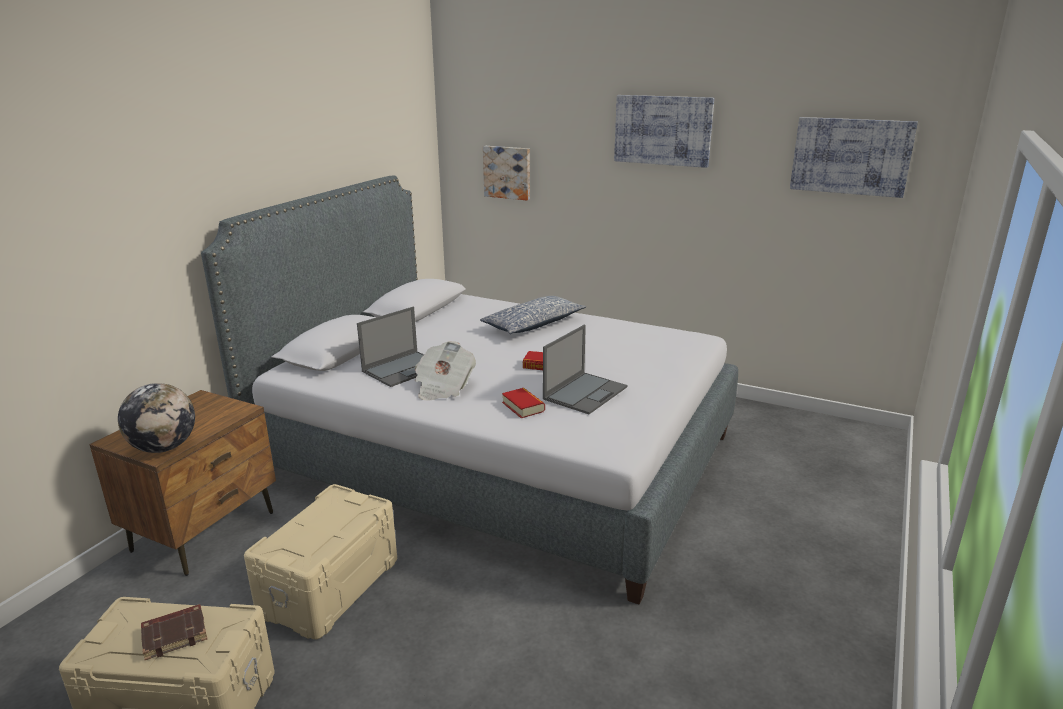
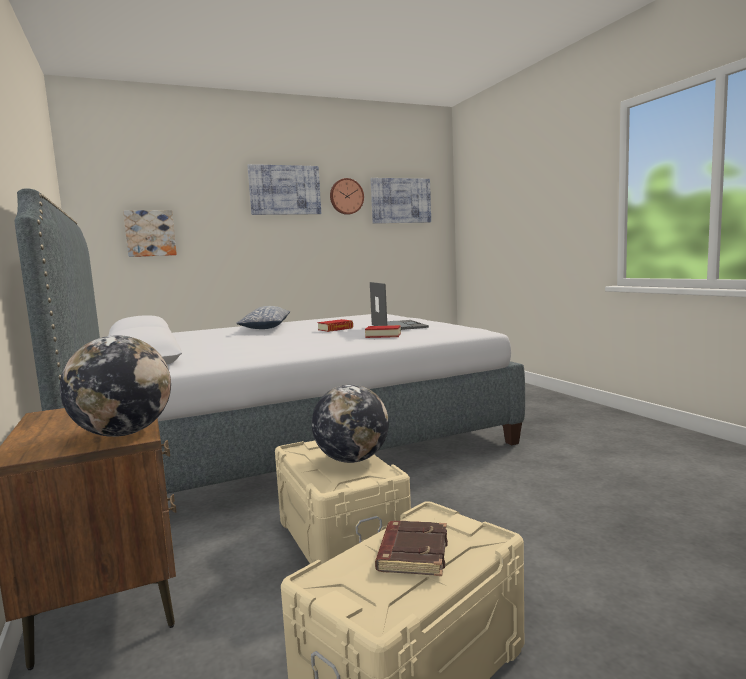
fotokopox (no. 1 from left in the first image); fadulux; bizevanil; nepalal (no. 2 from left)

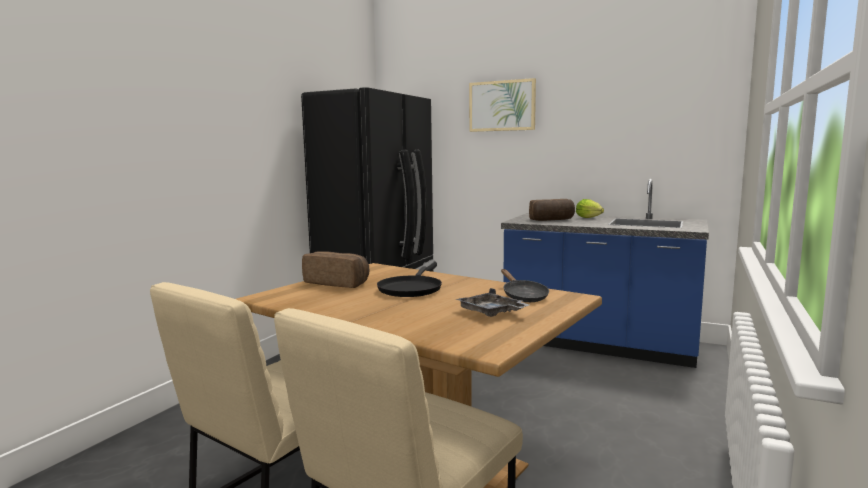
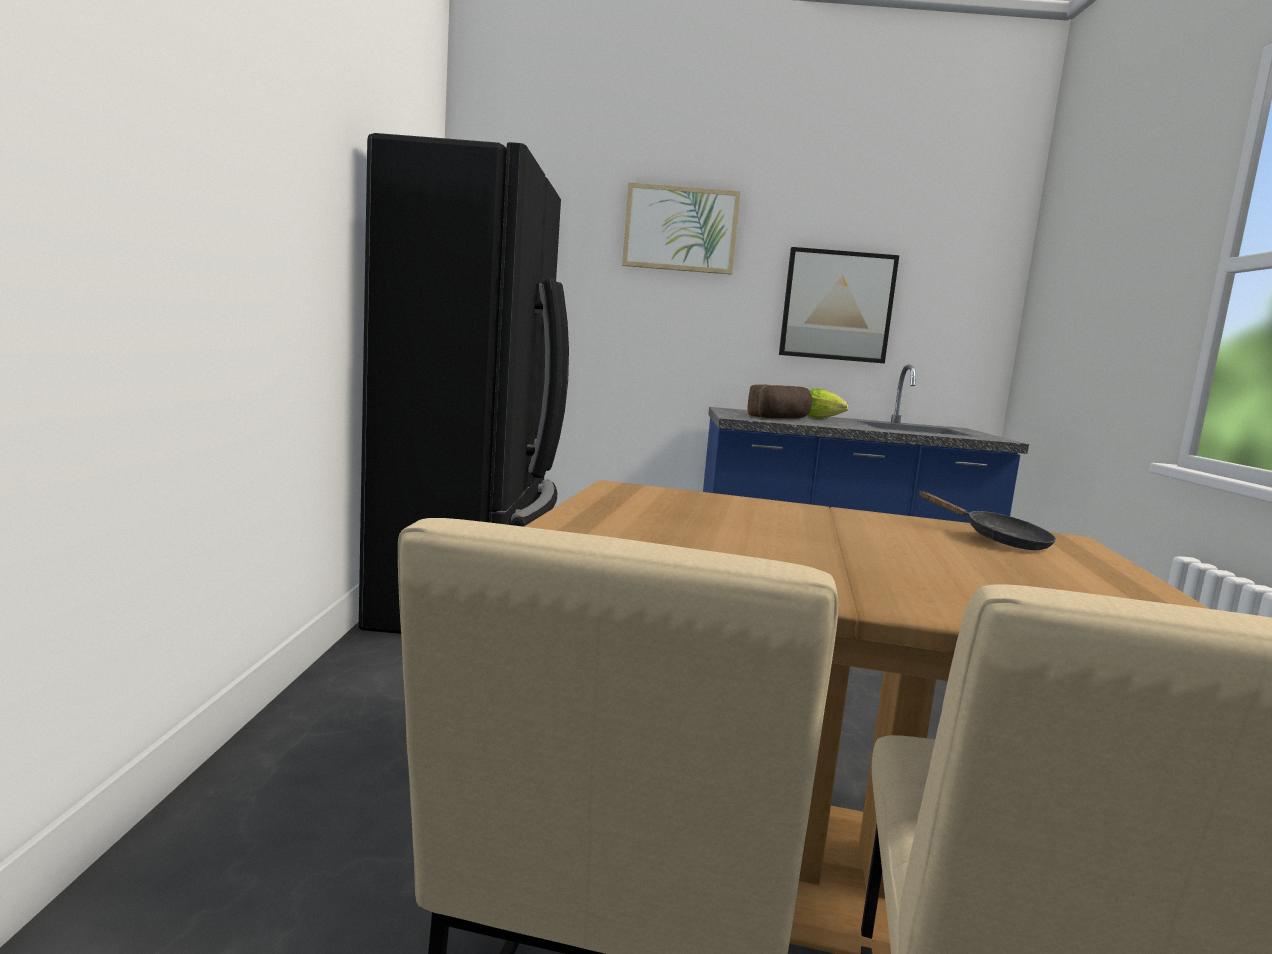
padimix (no. 1 from left in the first image); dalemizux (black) (no. 1 from left in the first image); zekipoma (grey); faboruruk (no. 2 from left)

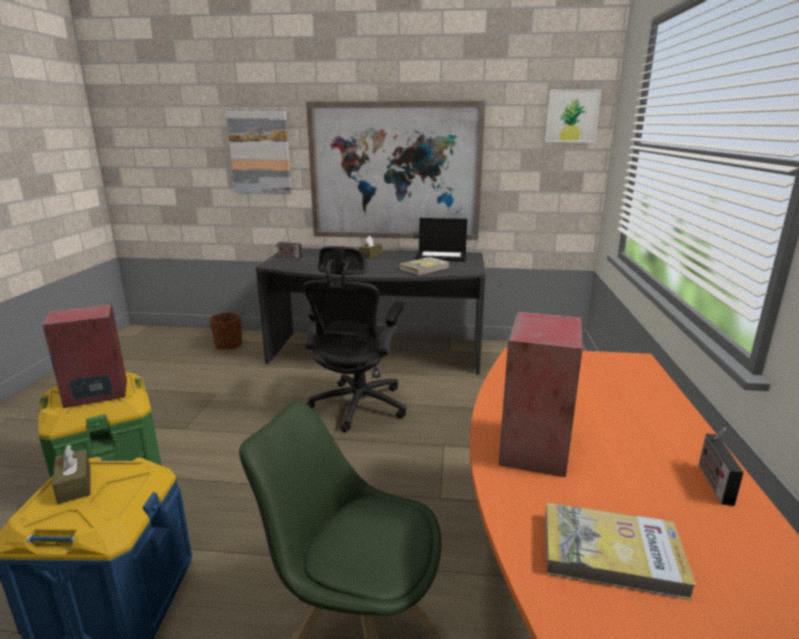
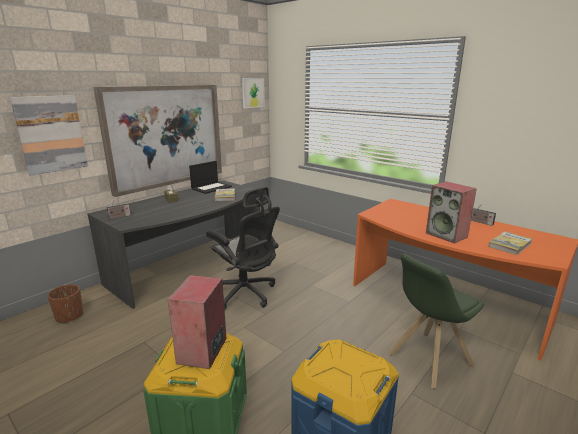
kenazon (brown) (no. 1 from left in the first image)

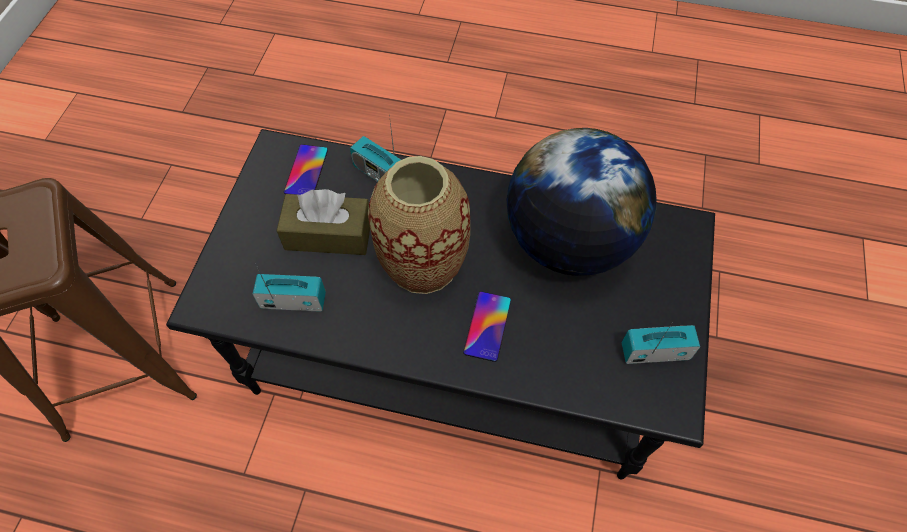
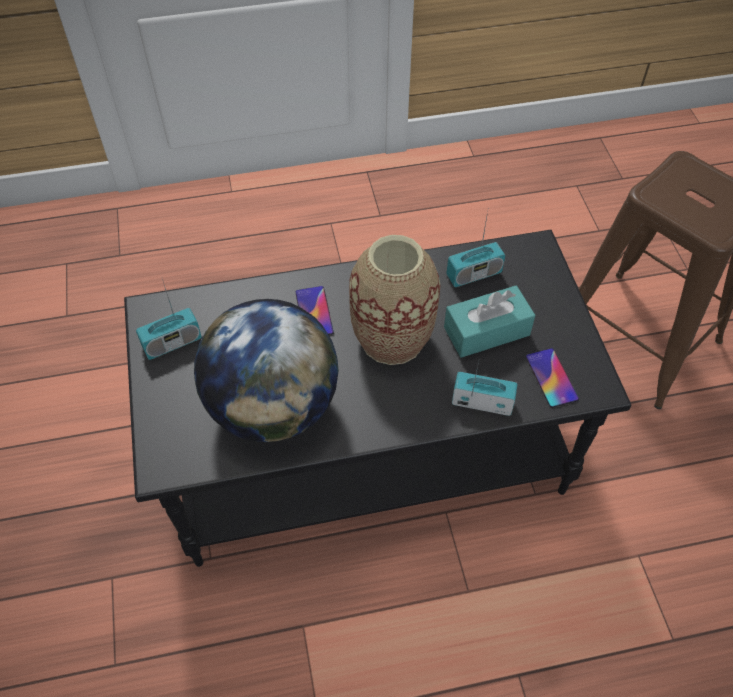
kenazon (turquoise)

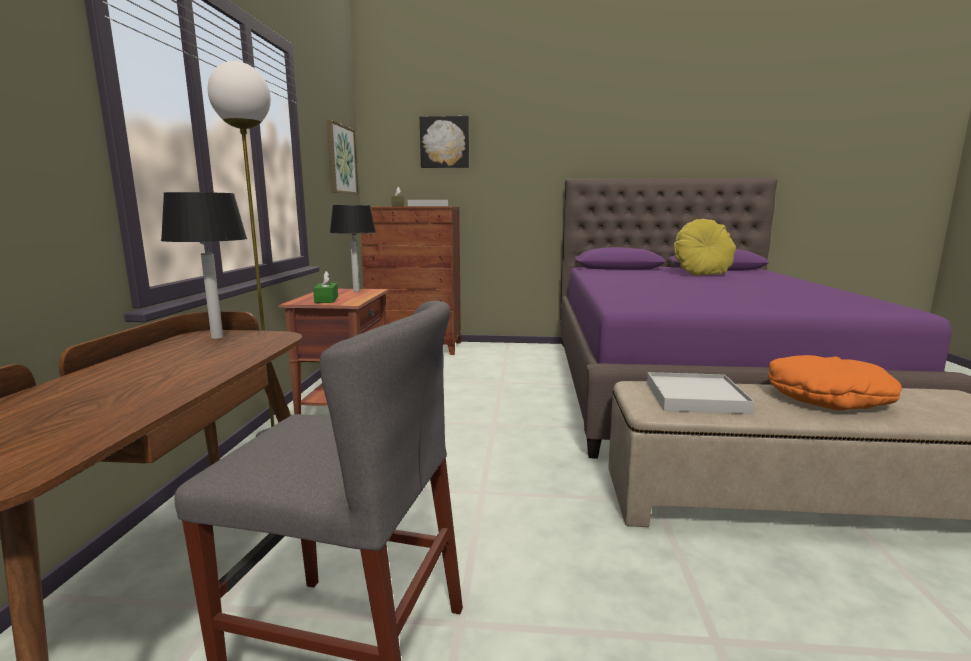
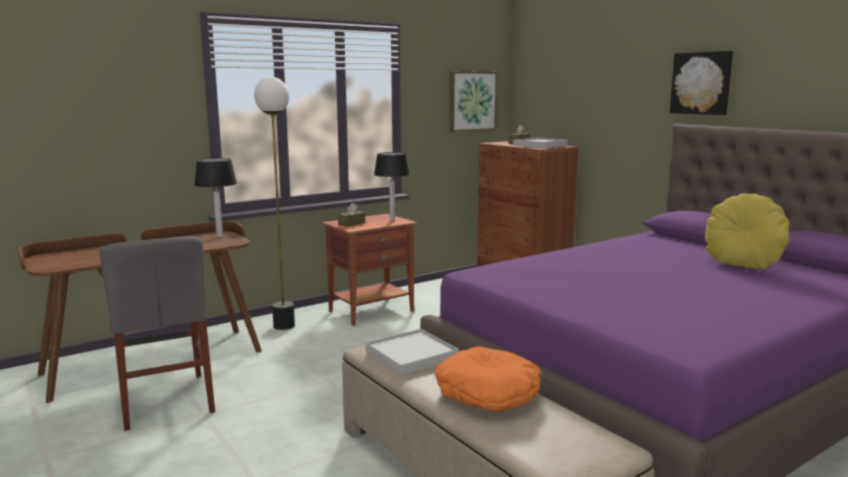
faboruruk (no. 2 from left); kenazon (brown) (no. 1 from left)

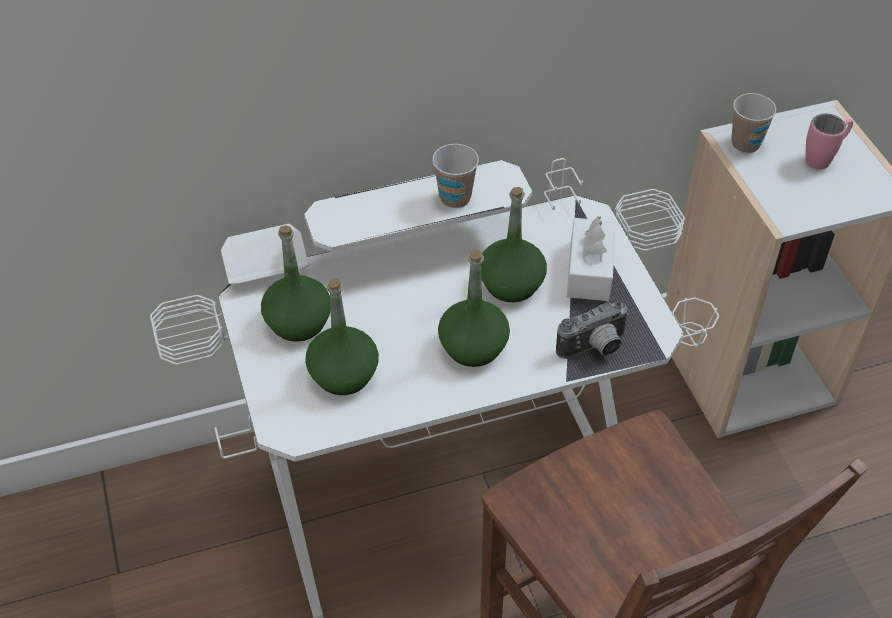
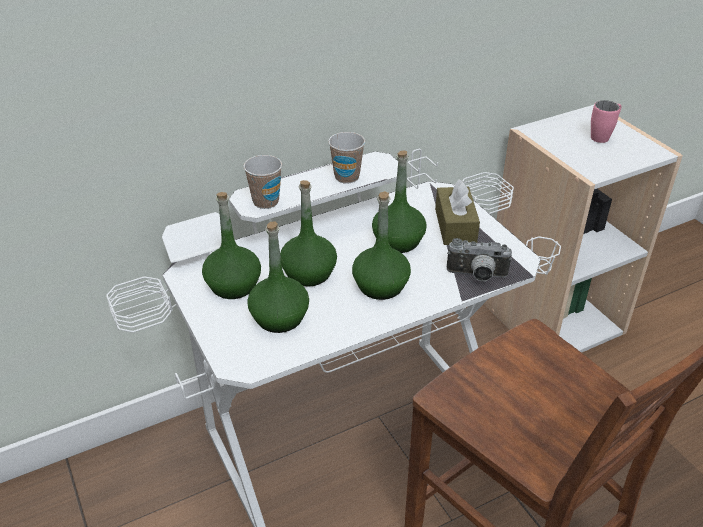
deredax (no. 1 from left); kenazon (brown); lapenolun; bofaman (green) (no. 3 from left)

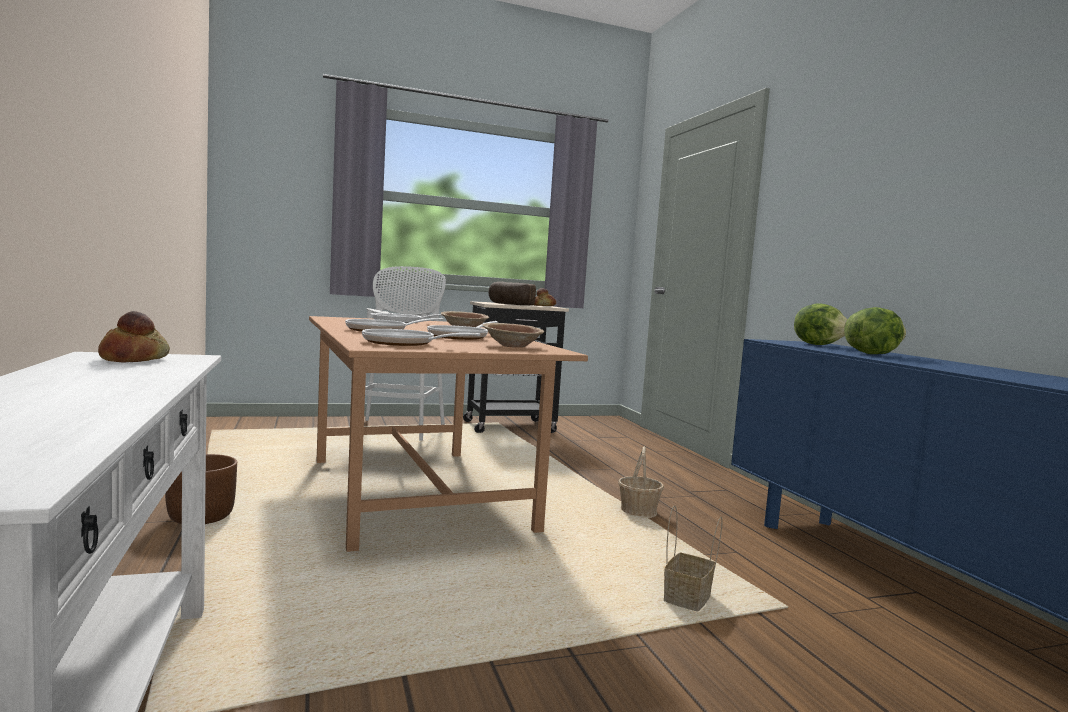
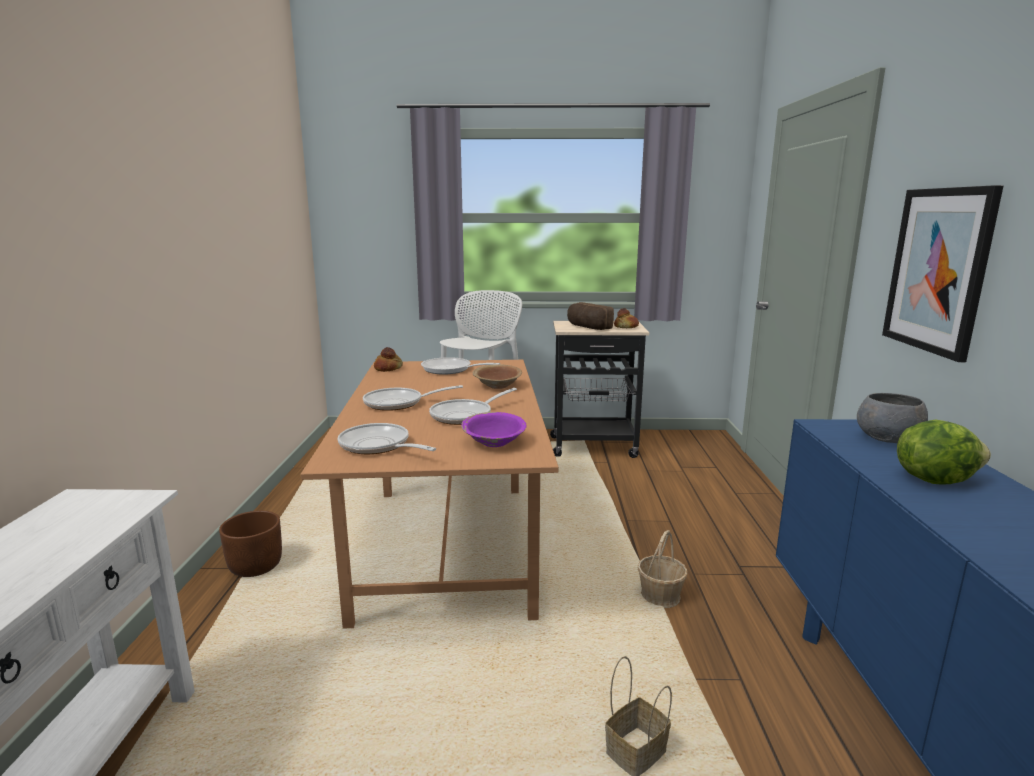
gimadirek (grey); padimix (no. 1 from left); gimadirek (purple); faboruruk

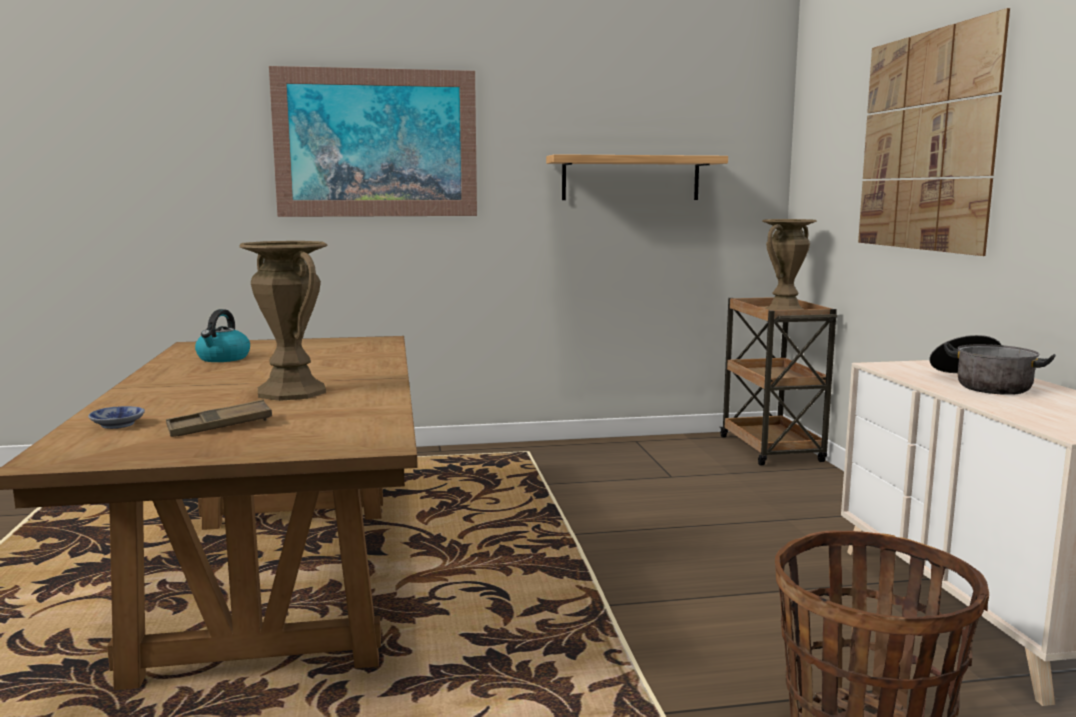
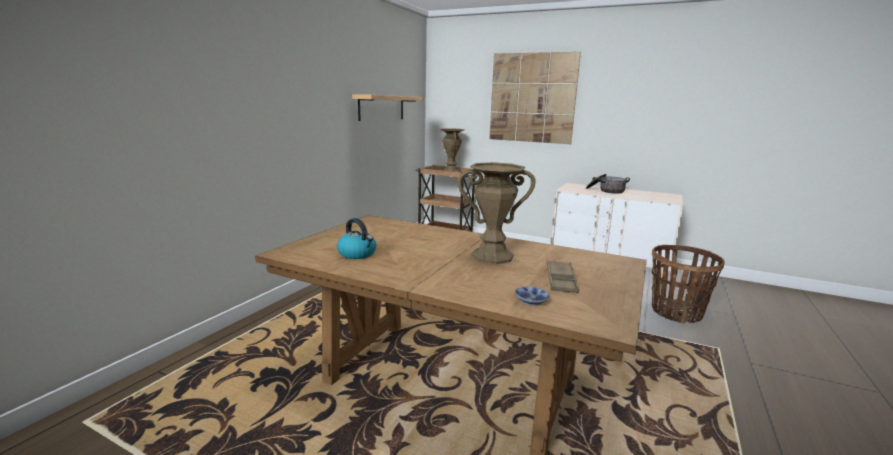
faboruruk (no. 1 from left in the first image)

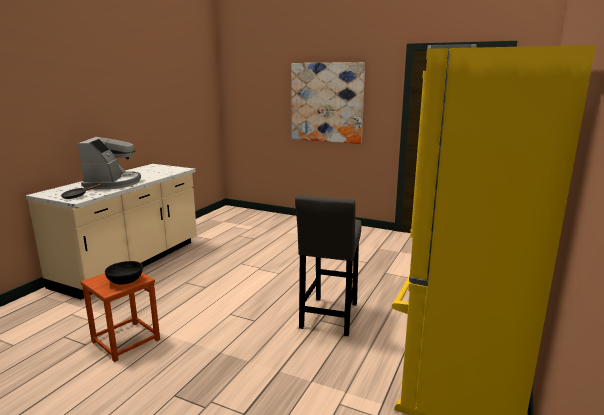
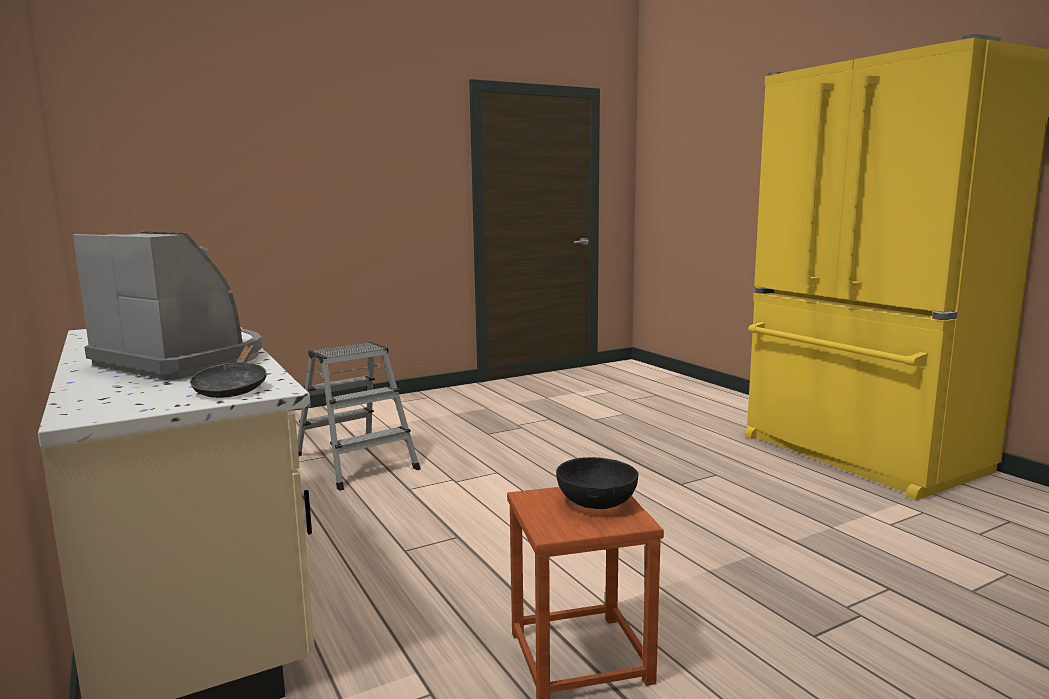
faboruruk; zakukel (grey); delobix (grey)

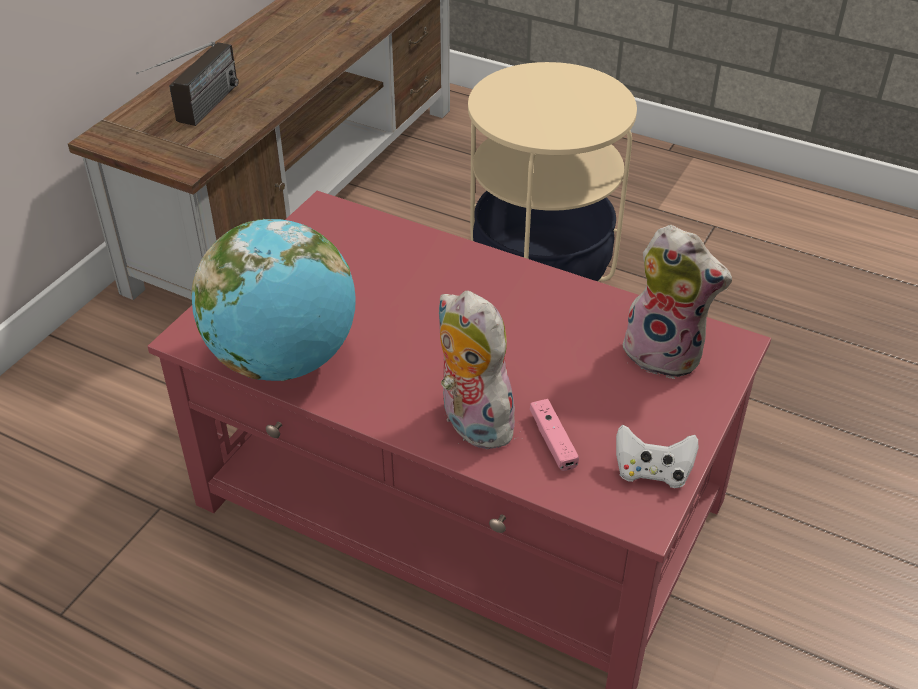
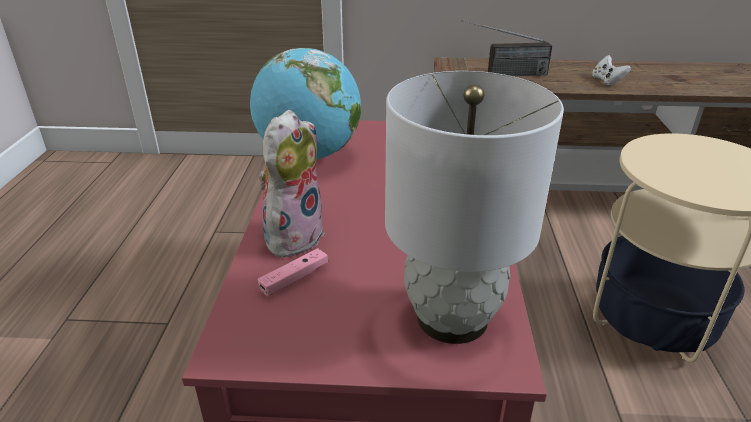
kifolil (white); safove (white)

